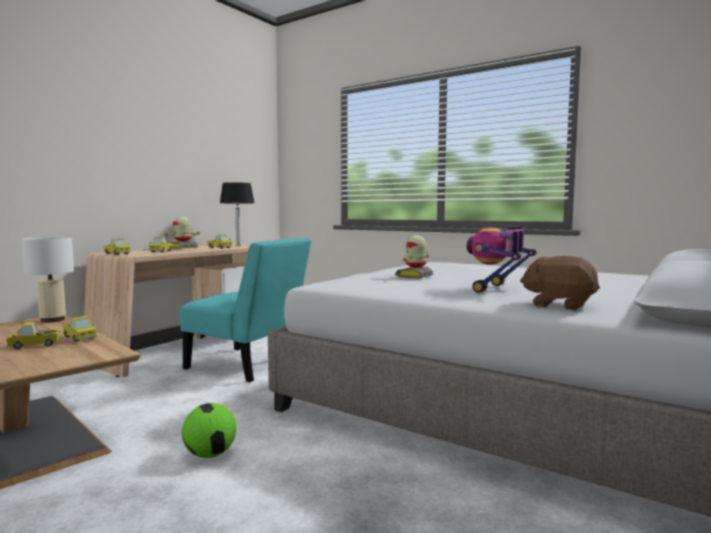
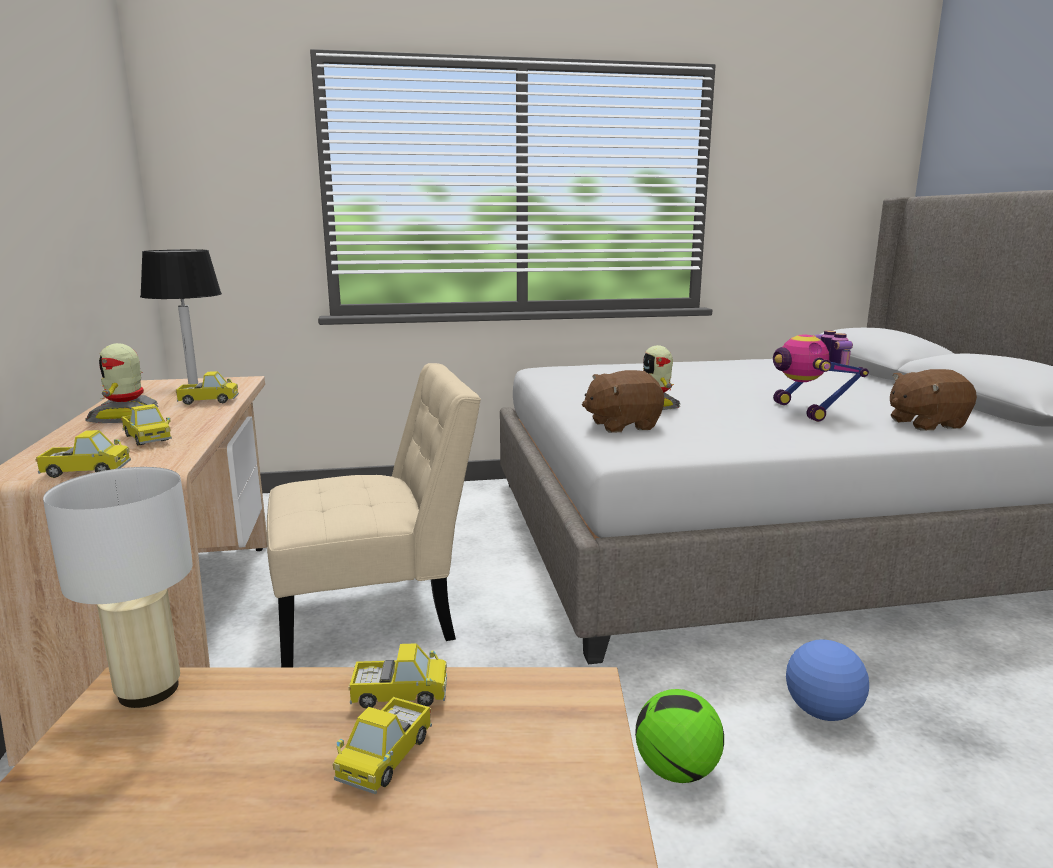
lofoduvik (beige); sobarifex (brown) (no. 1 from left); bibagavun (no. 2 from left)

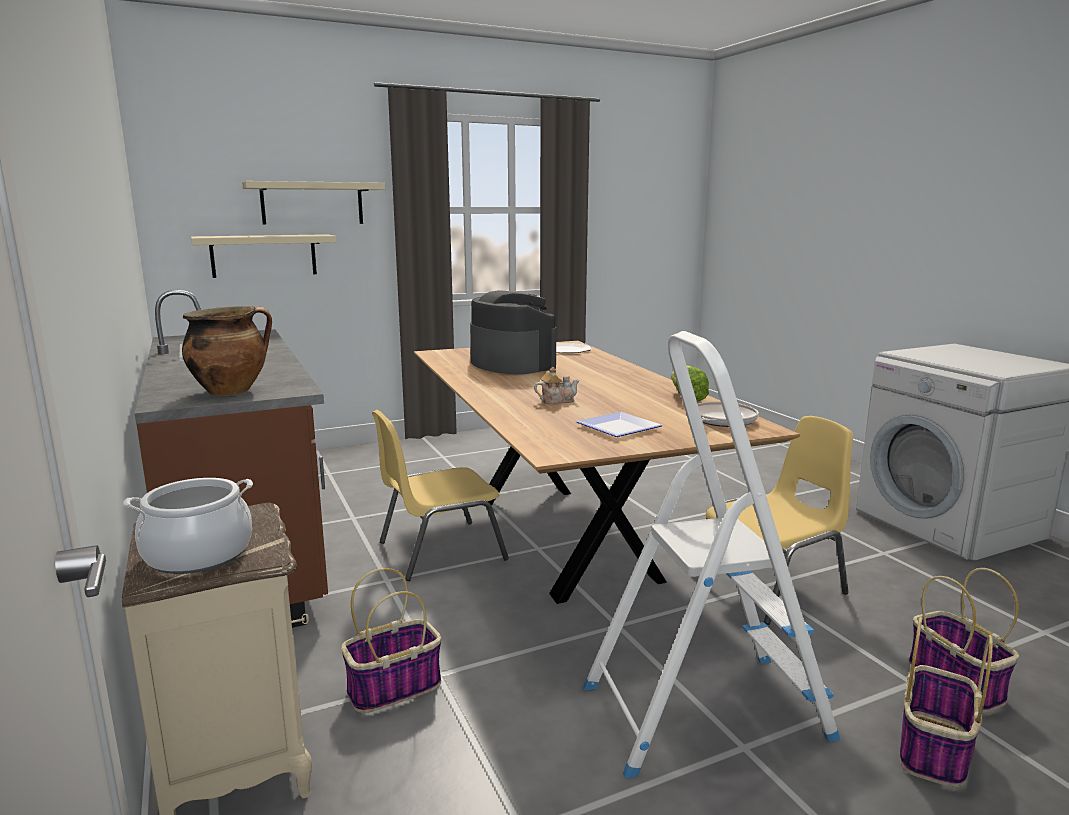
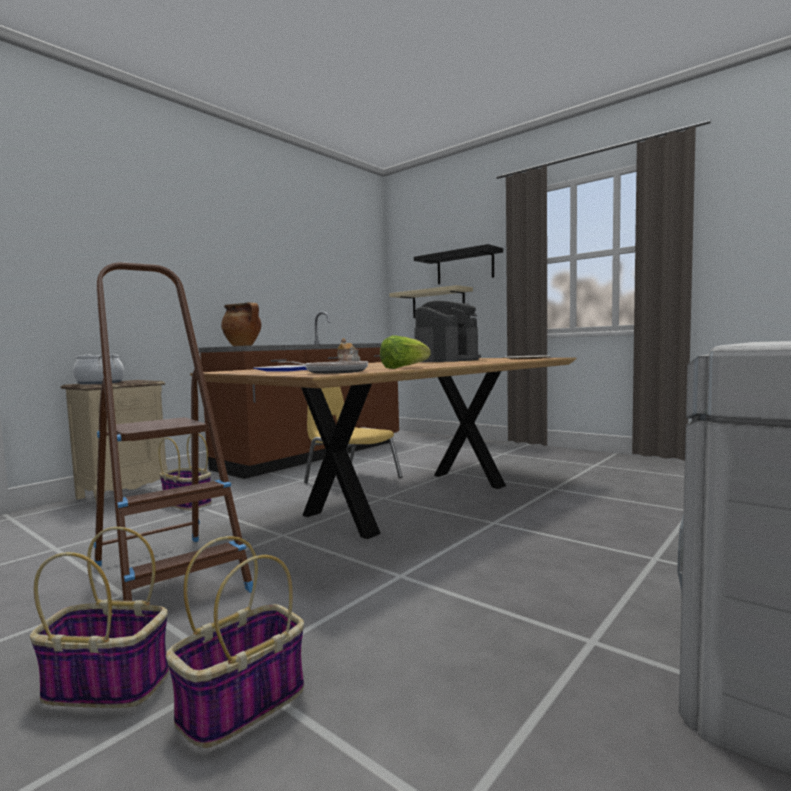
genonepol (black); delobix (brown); lofoduvik (yellow) (no. 2 from left in the first image)

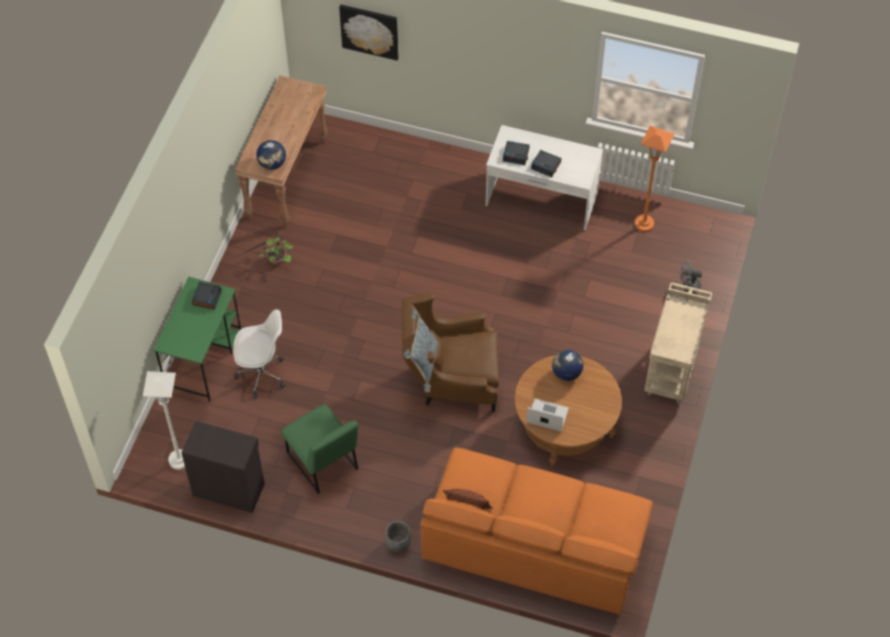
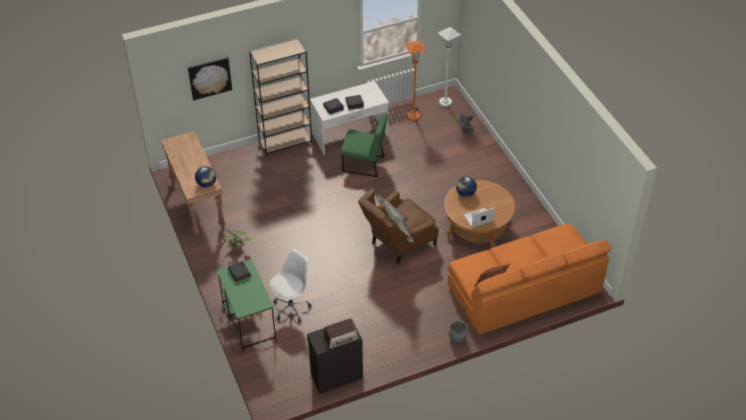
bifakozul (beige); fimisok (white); lofoduvik (green); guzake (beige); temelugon

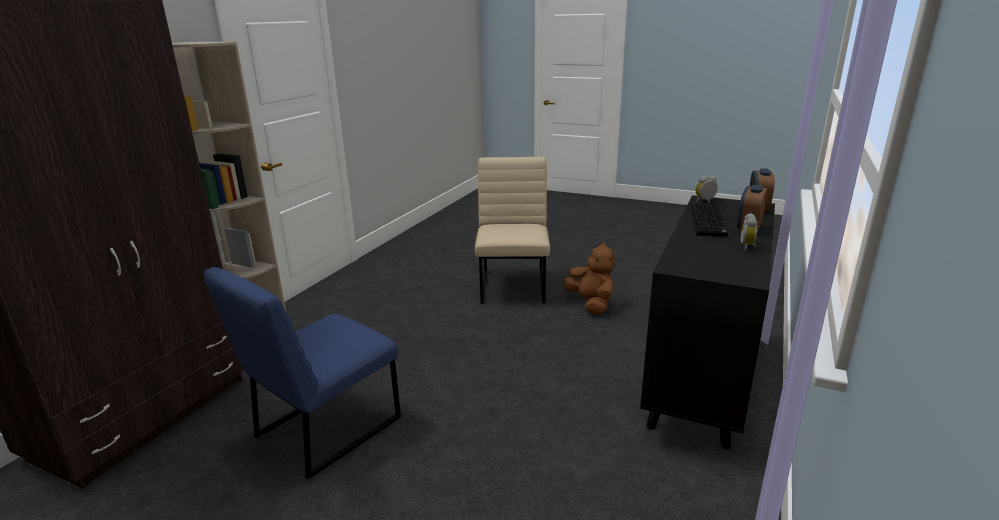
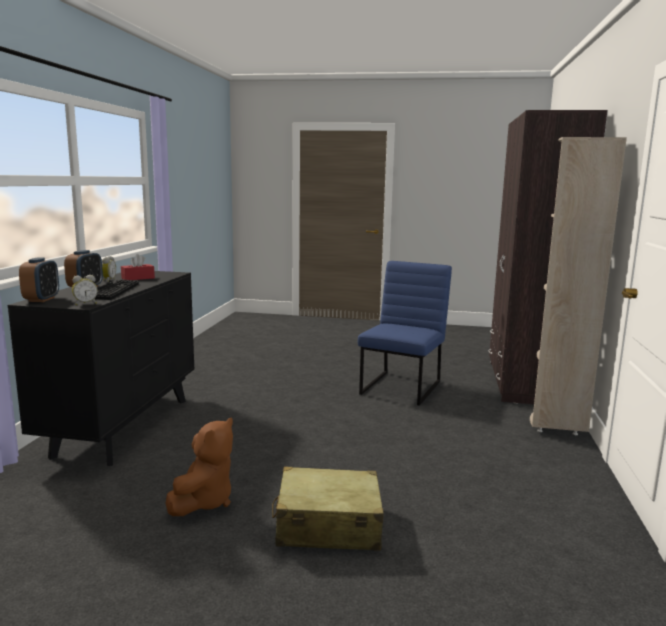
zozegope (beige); sobarifex (brown); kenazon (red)

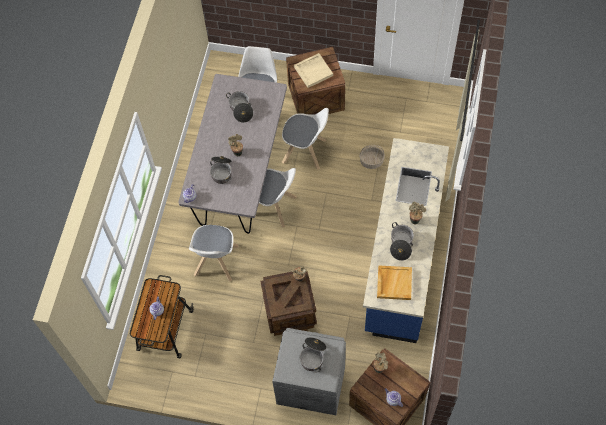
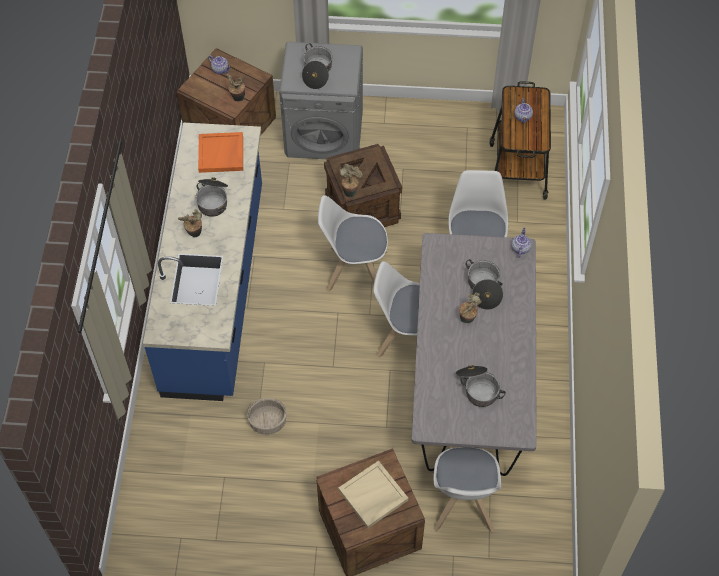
lofoduvik (no. 1 from left); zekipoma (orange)

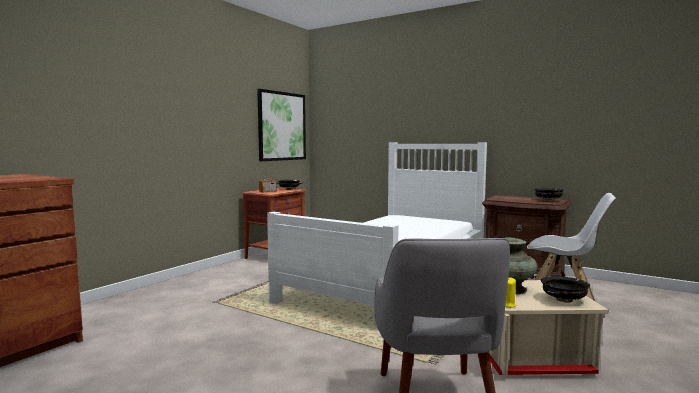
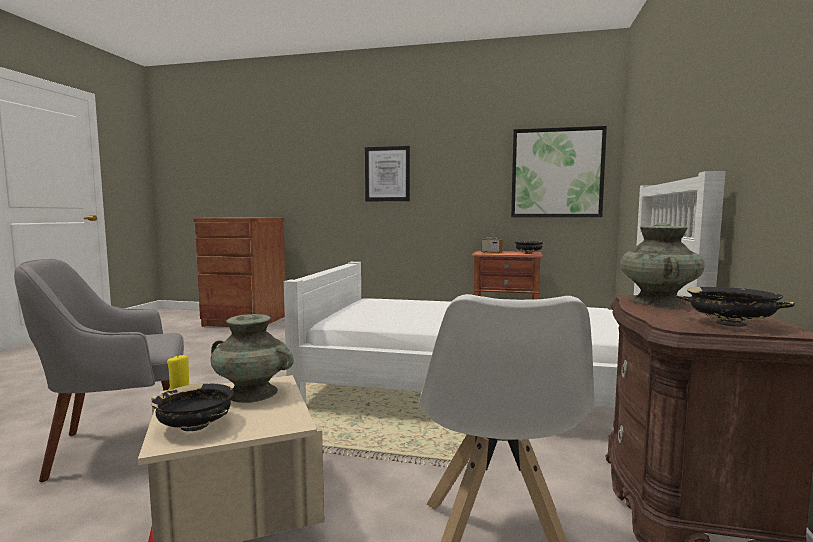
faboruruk (no. 1 from left); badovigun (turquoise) (no. 2 from left)

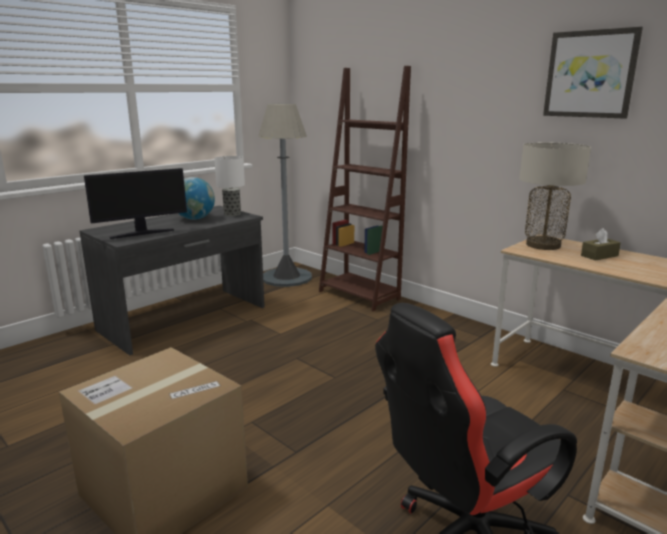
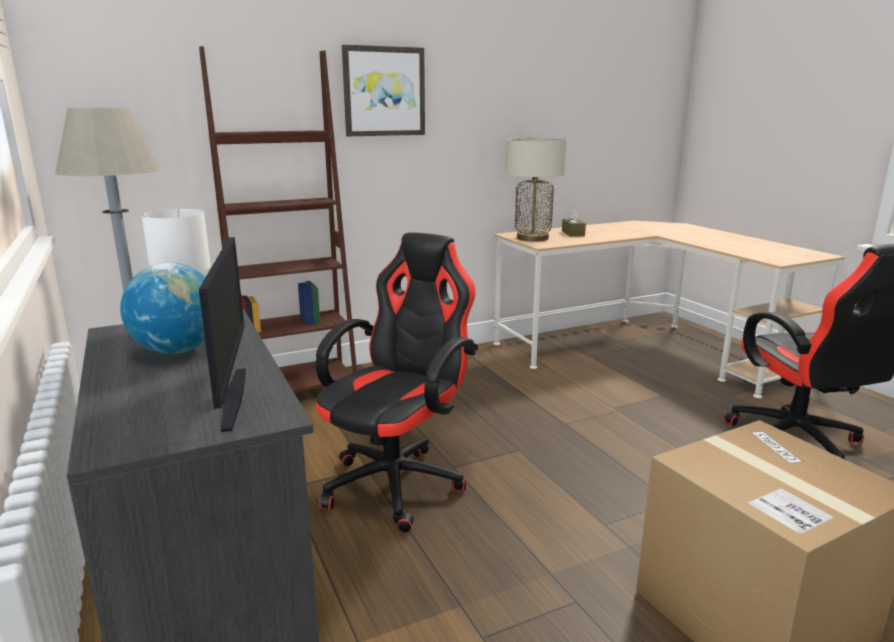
faboruruk; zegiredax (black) (no. 1 from left)

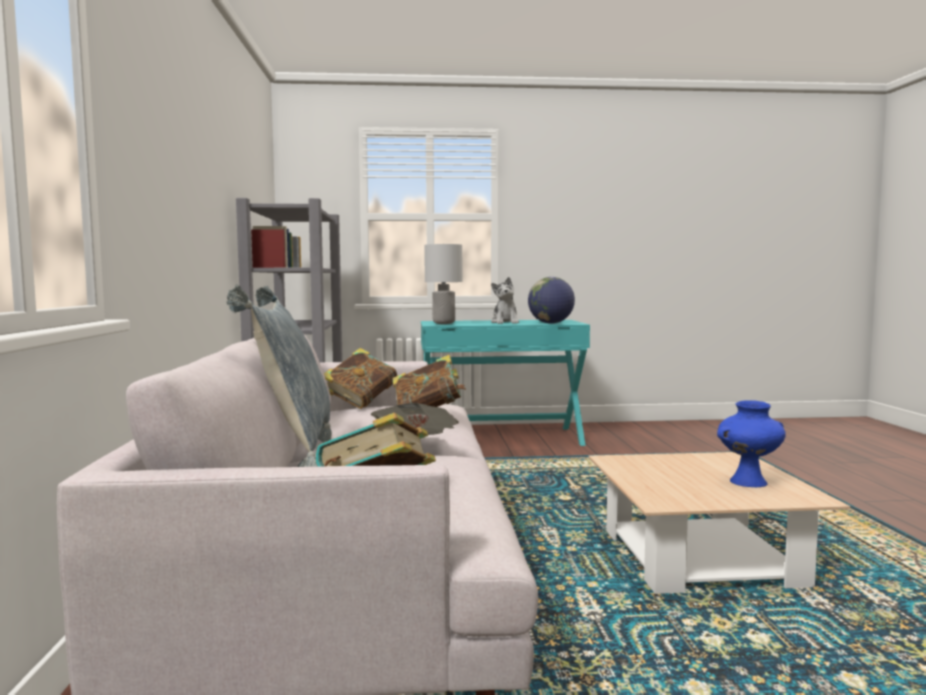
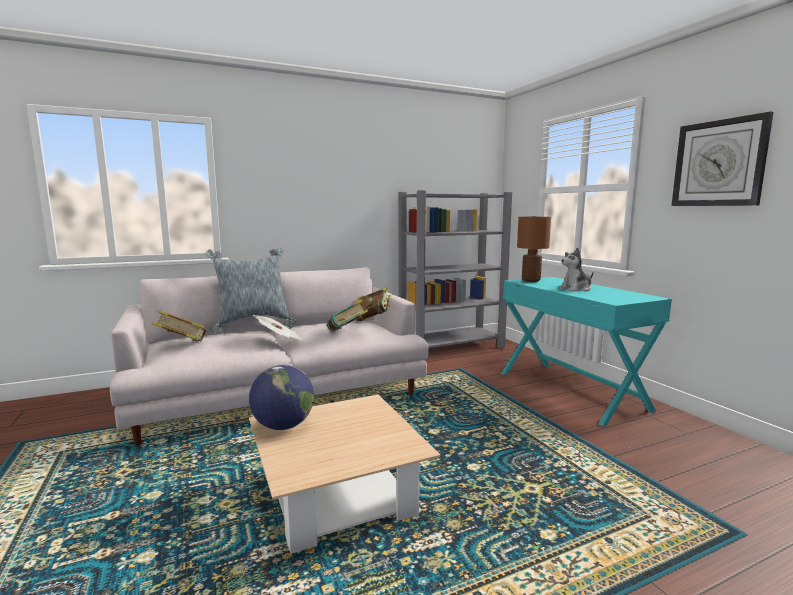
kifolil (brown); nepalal; badovigun (blue); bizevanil

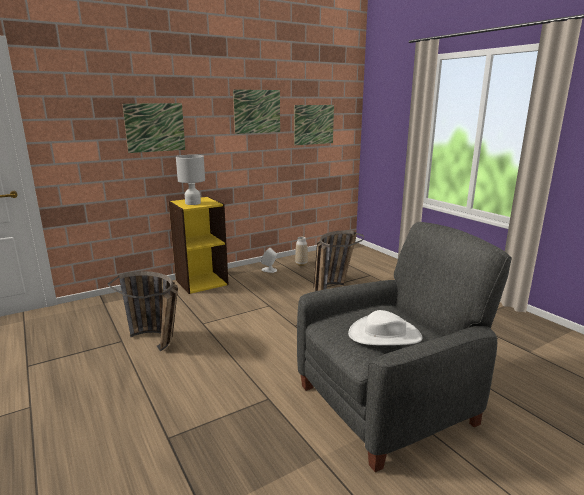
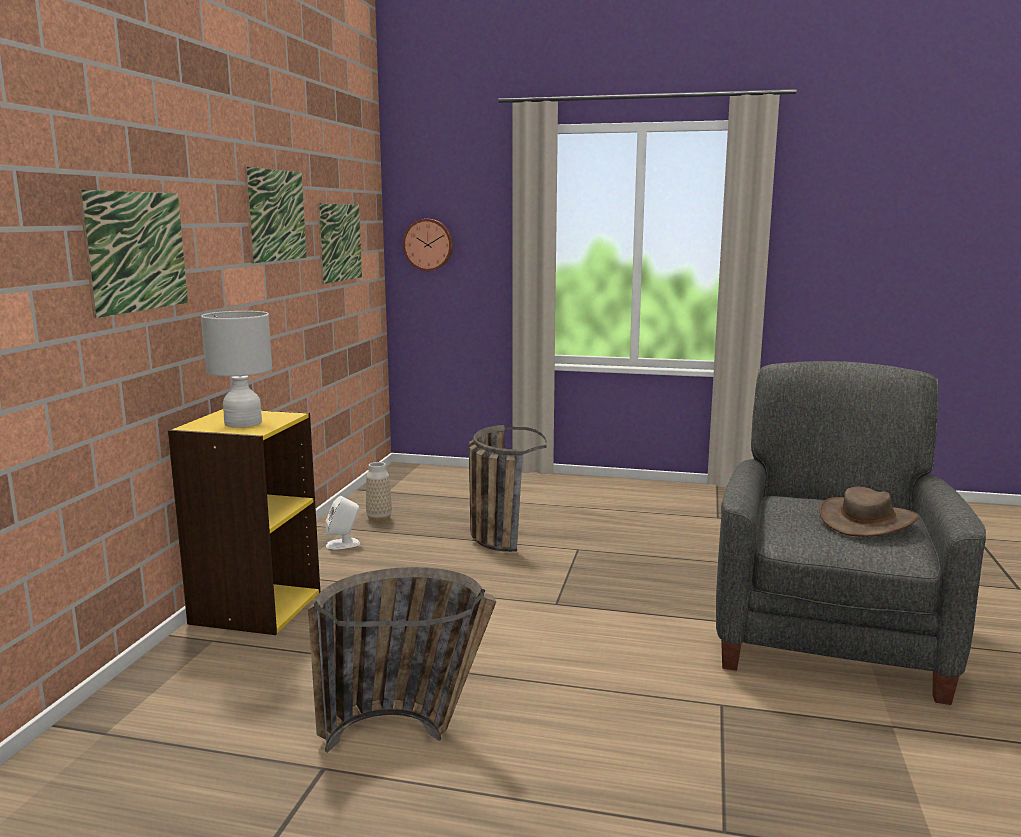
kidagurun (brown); bizevanil

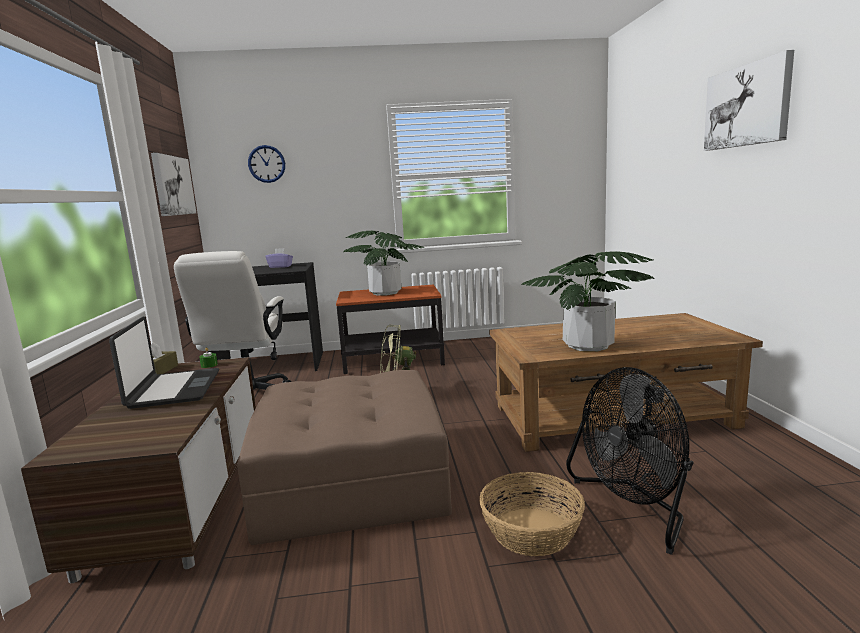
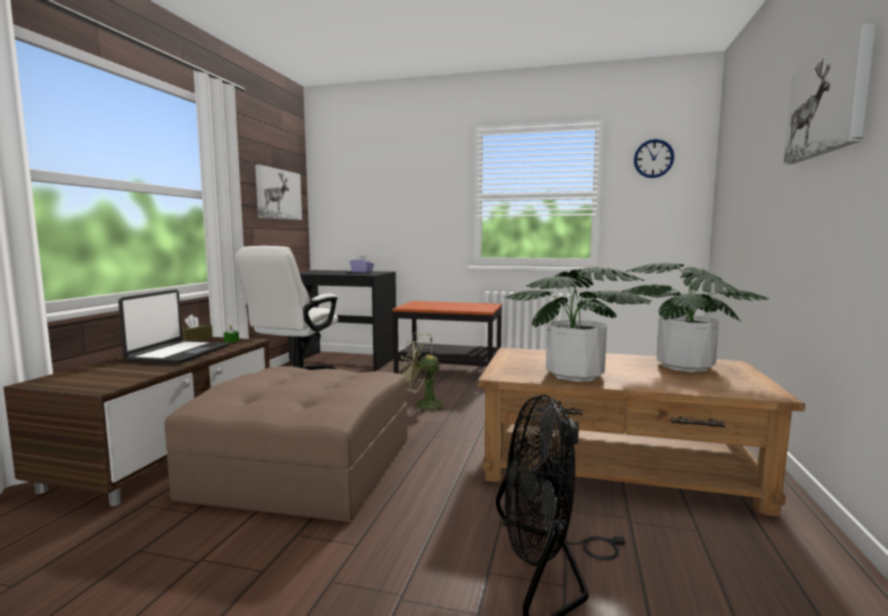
bizevanil; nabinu (no. 2 from left); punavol

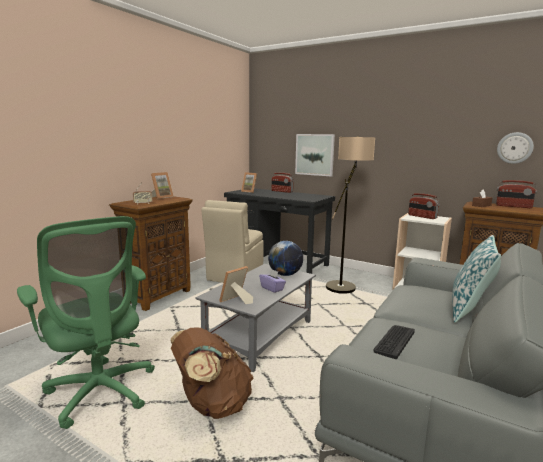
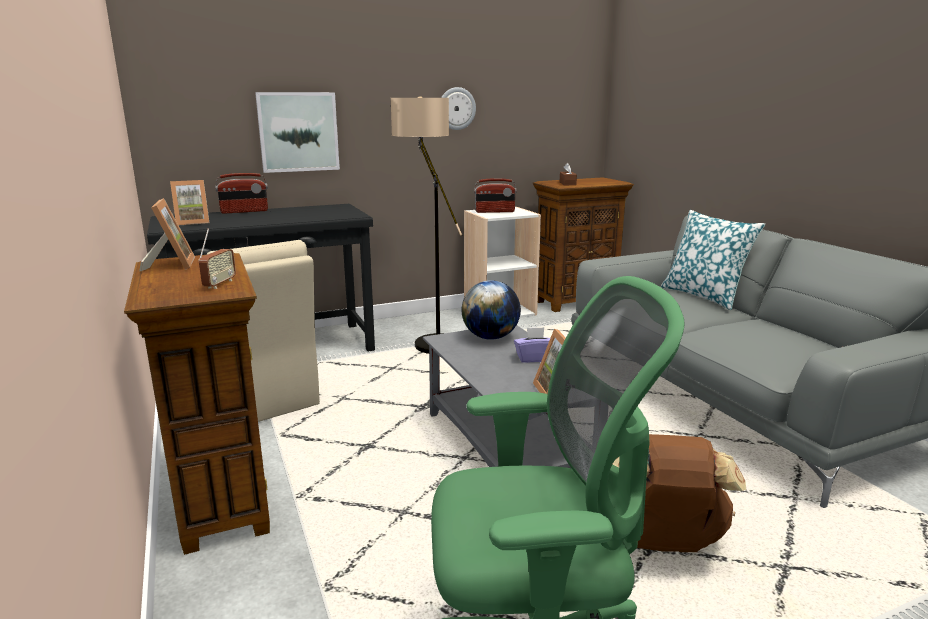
bizevanil; temelugon (no. 4 from left in the first image); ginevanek

